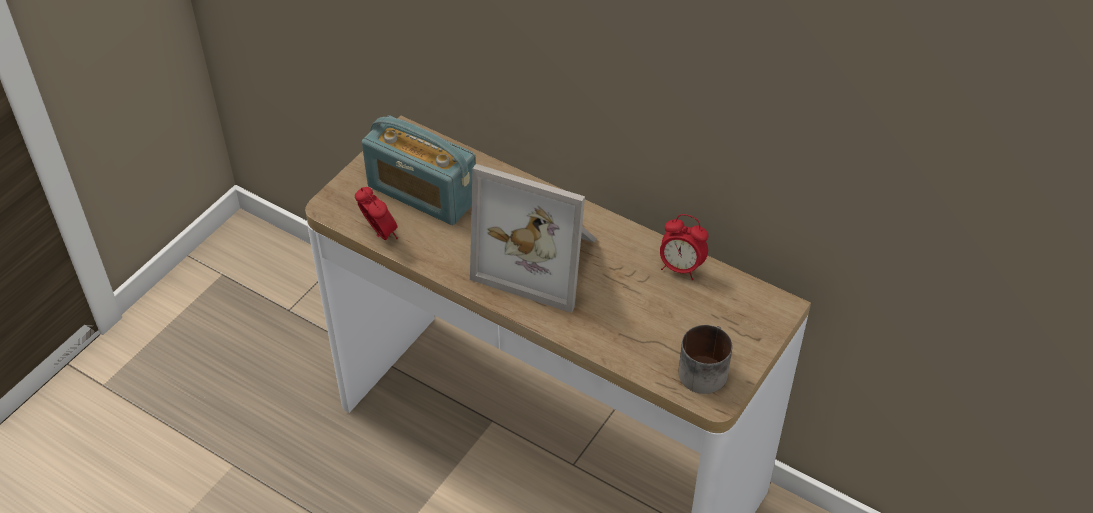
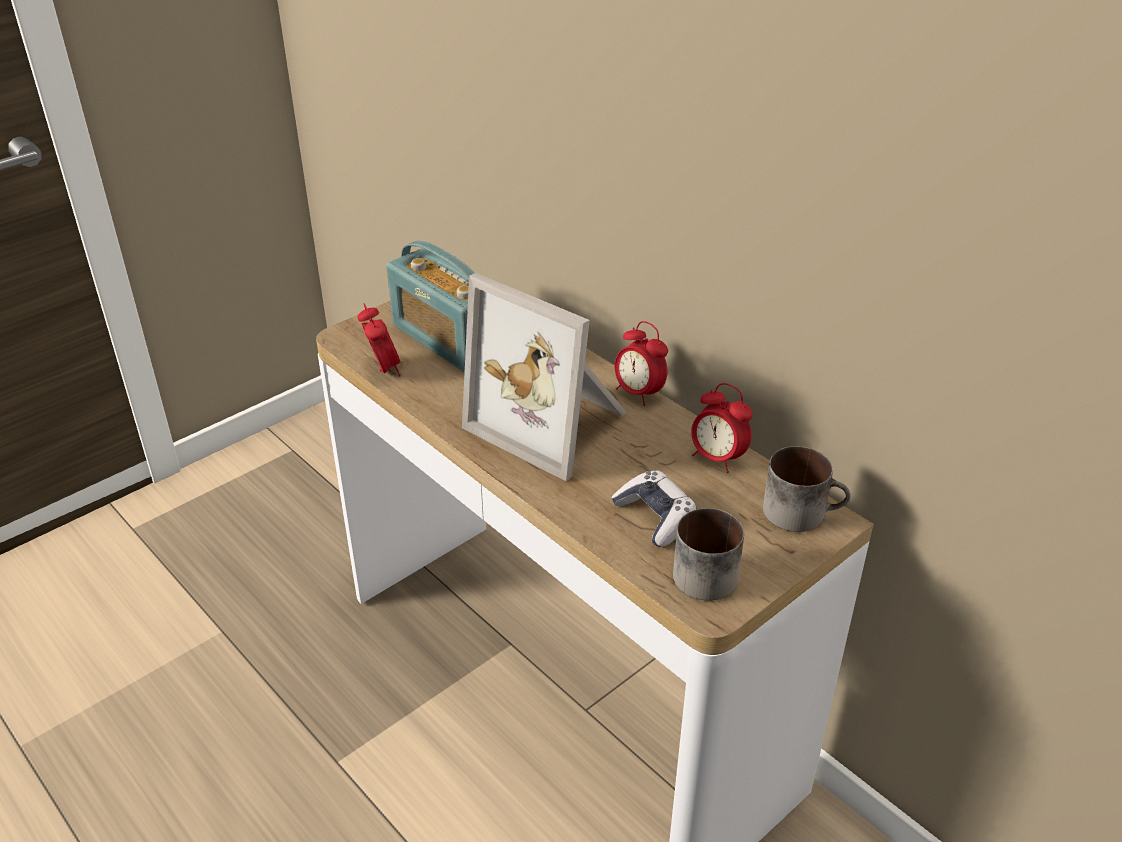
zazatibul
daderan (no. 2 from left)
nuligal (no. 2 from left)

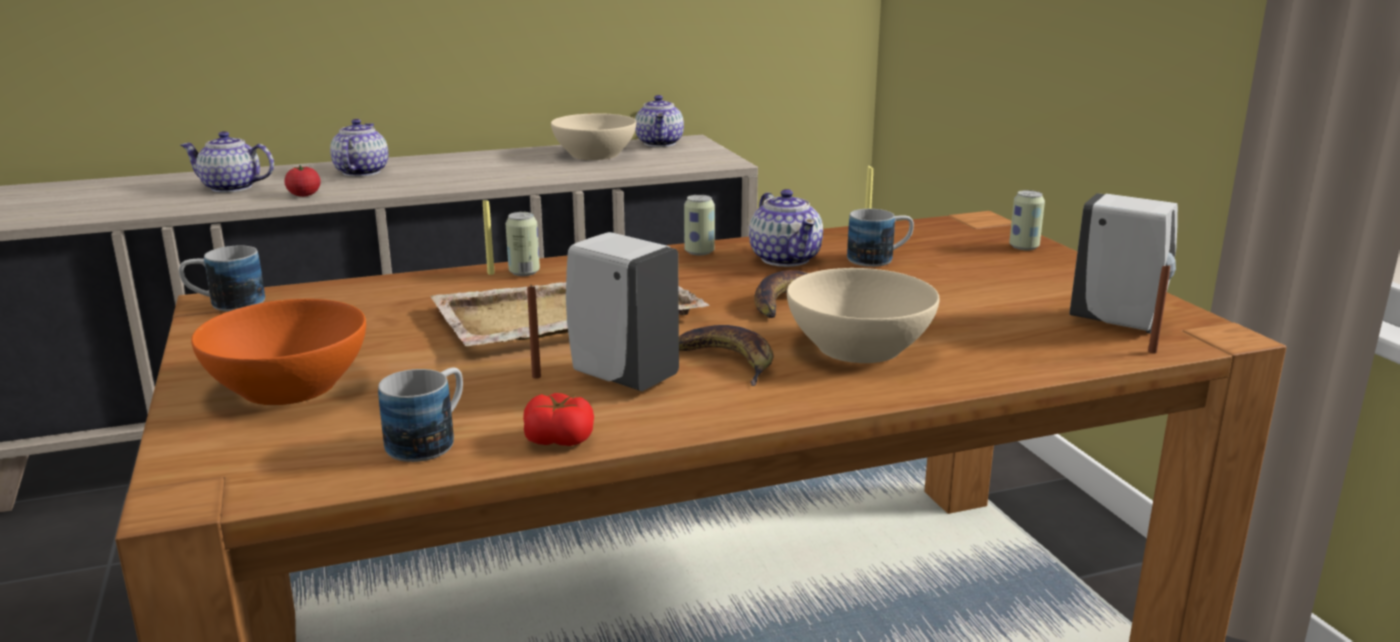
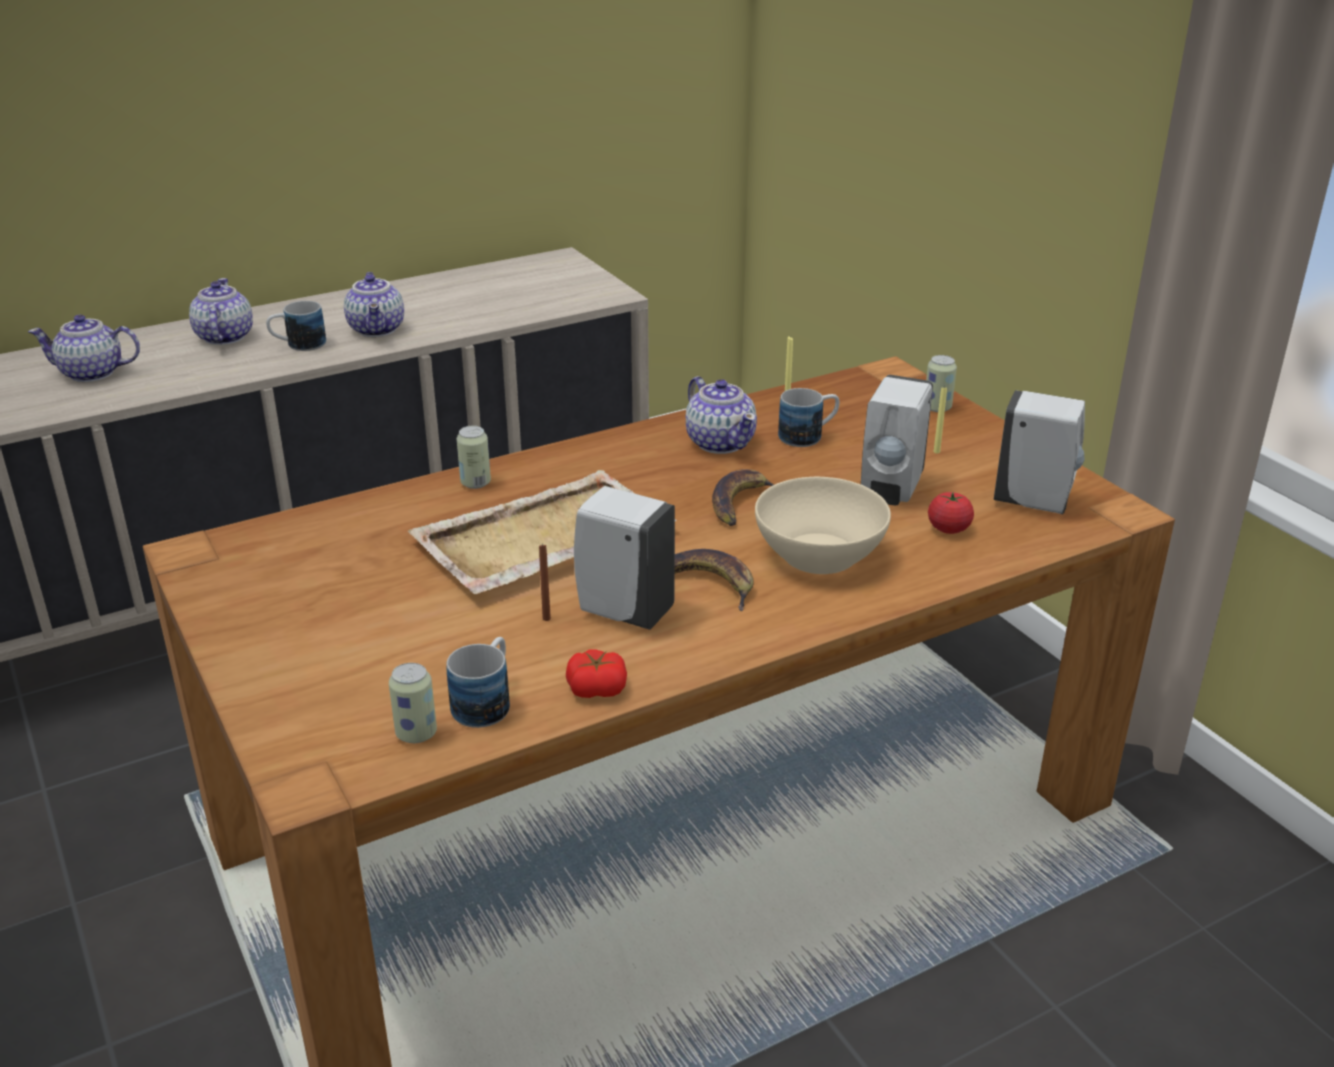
nuligal (no. 1 from left)
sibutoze (no. 3 from left)
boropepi (no. 1 from left)
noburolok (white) (no. 2 from left)
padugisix (no. 2 from left)
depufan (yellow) (no. 2 from left)
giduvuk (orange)
giduvuk (beige) (no. 1 from left in the first image)
depufan (brown) (no. 2 from left in the first image)

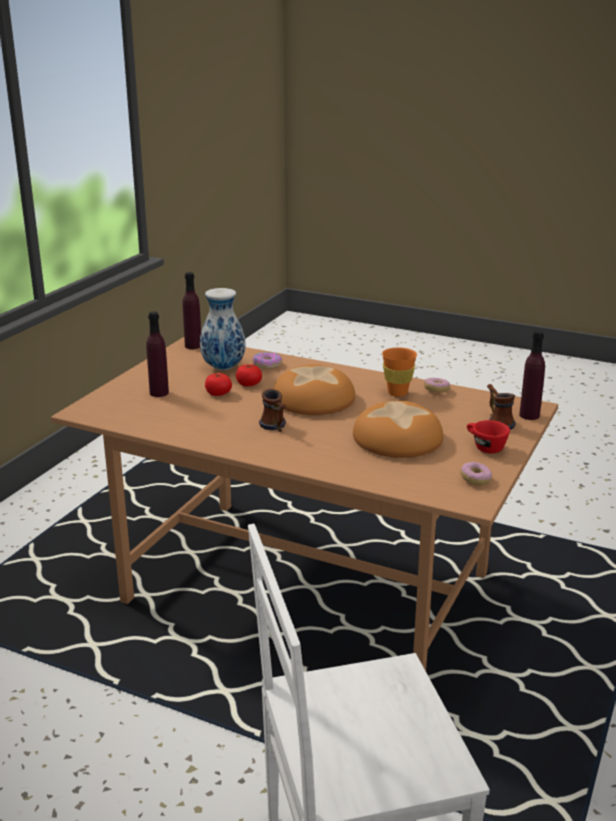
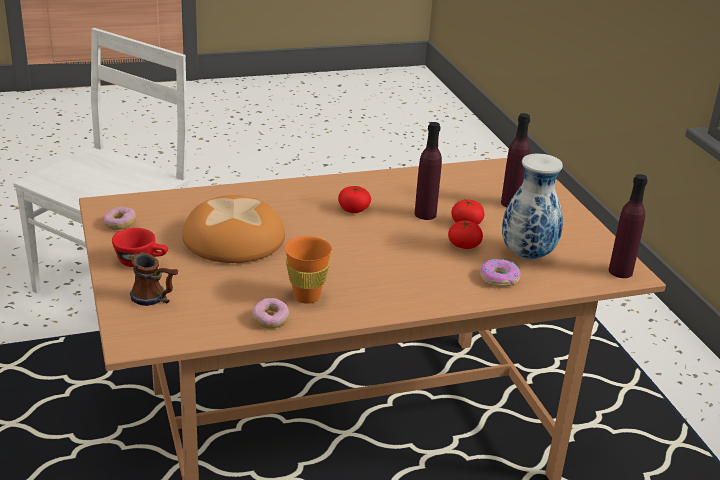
padugisix (no. 1 from left)
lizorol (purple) (no. 1 from left)
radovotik (no. 1 from left in the first image)

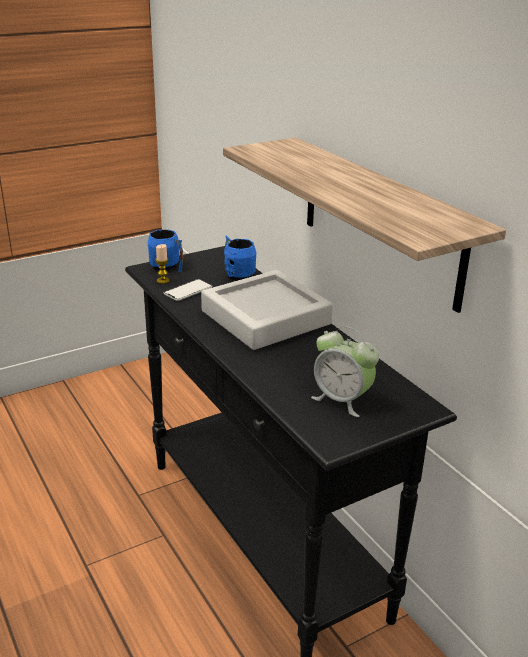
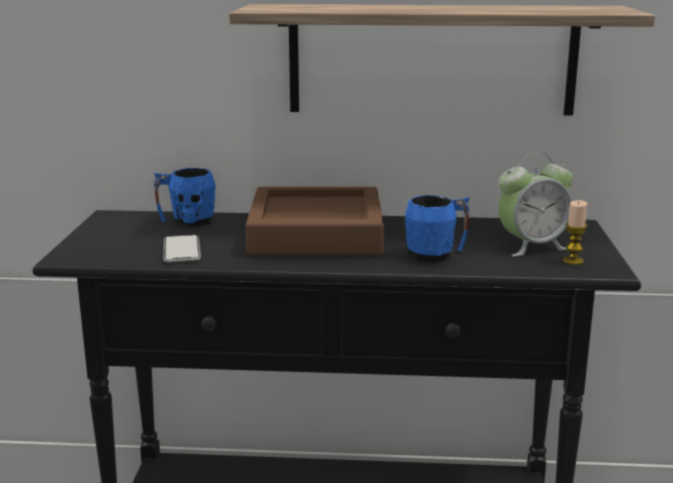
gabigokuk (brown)
nuligal (blue) (no. 2 from left)
depufan

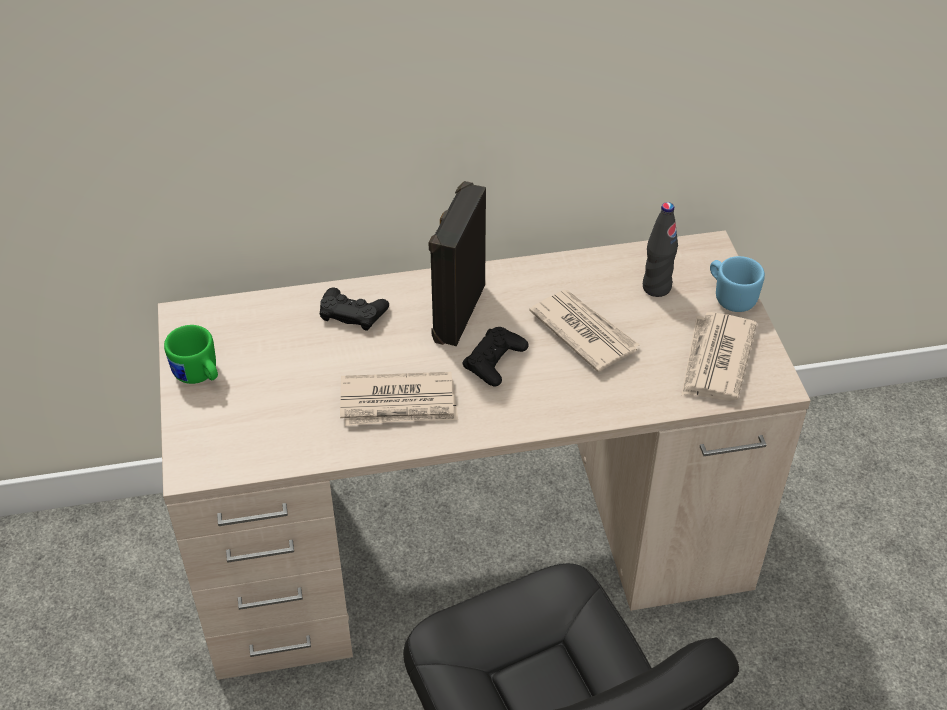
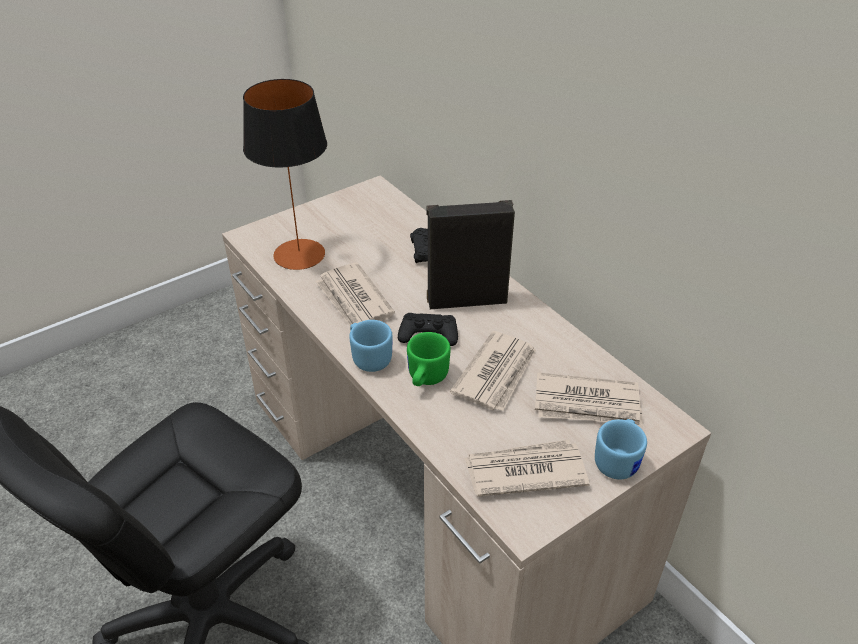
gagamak
nuligal (blue) (no. 1 from left)
nuligal (green)
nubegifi (no. 4 from left)

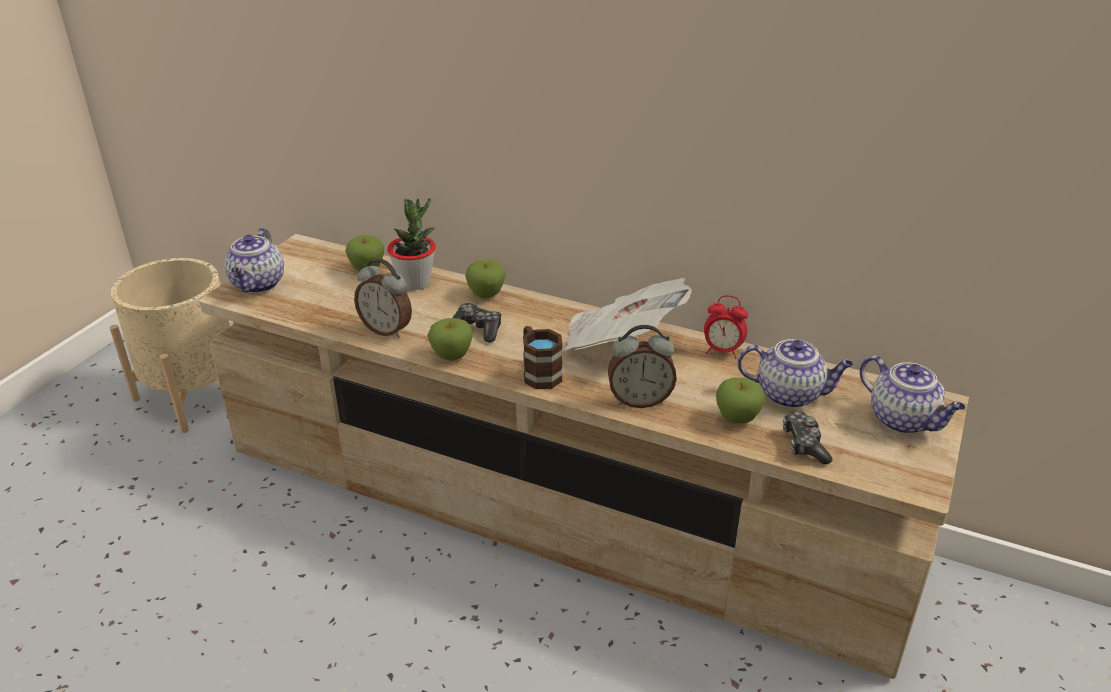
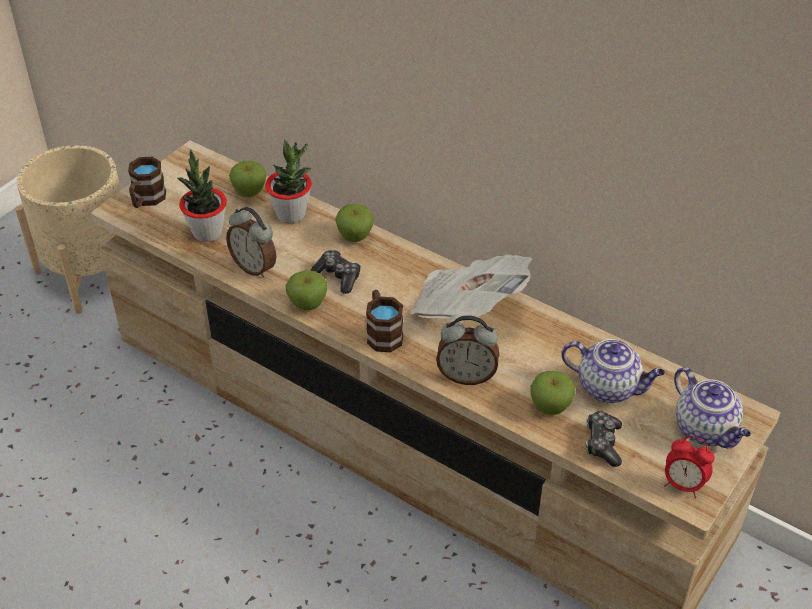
nuligal (brown) (no. 1 from left)
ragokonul (no. 1 from left)
daderan (no. 3 from left)

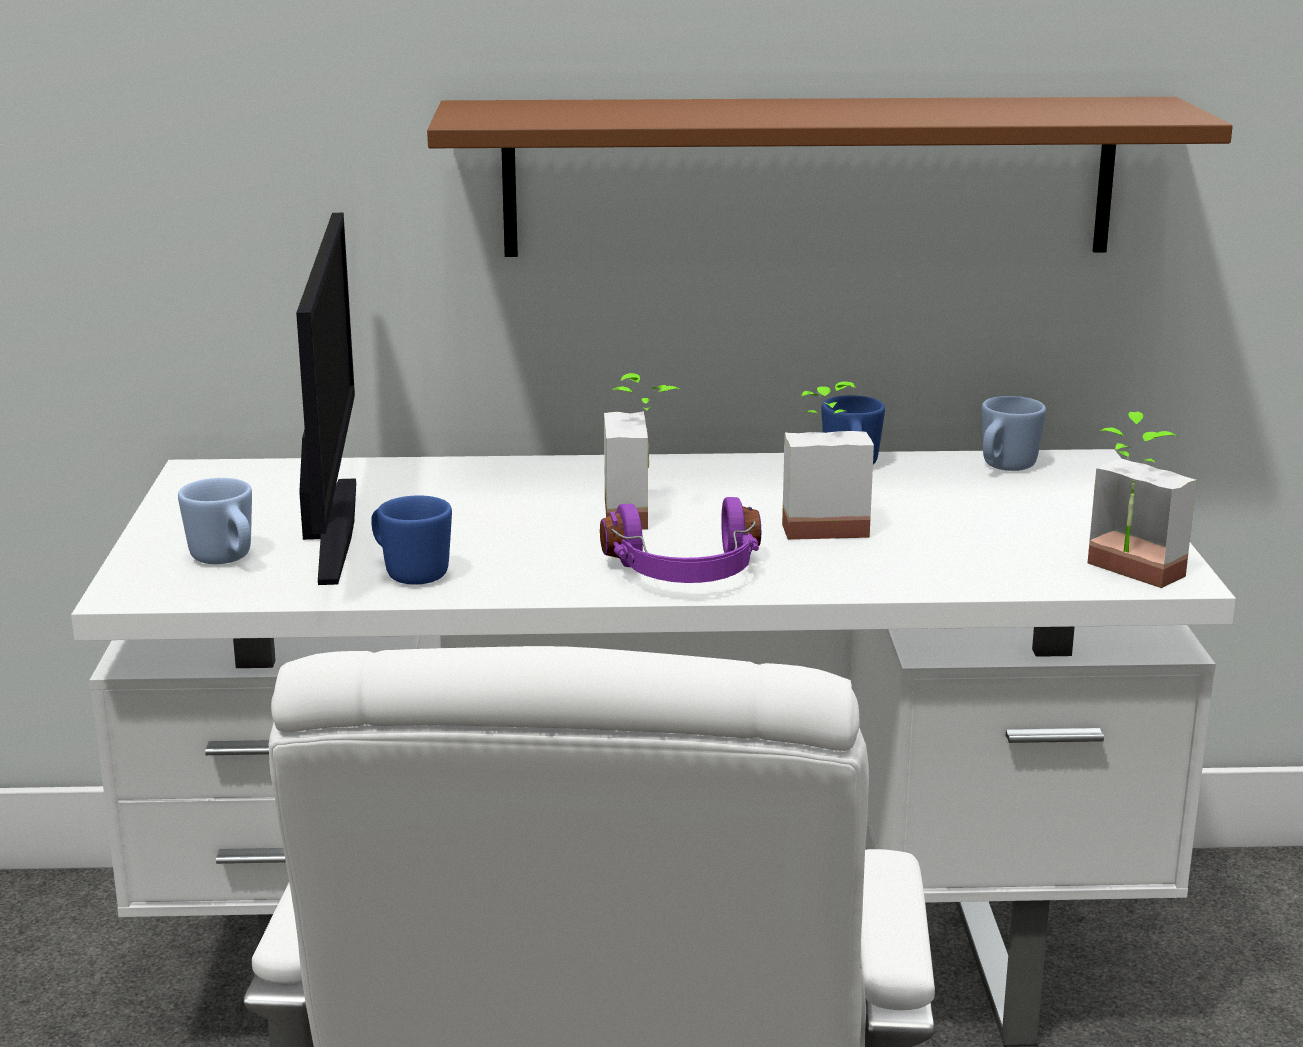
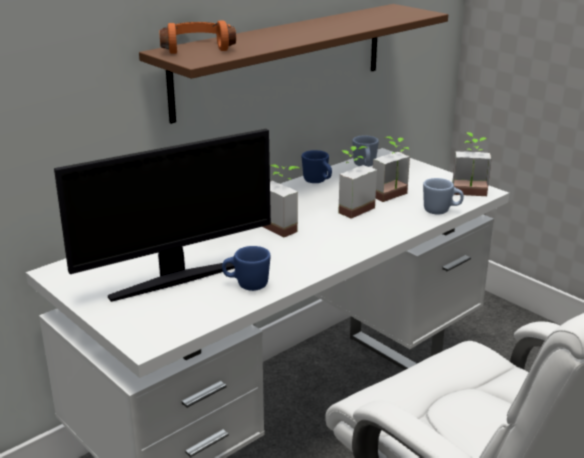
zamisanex
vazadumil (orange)
ragokonul (no. 3 from left)
nuligal (blue) (no. 4 from left)
vazadumil (purple)

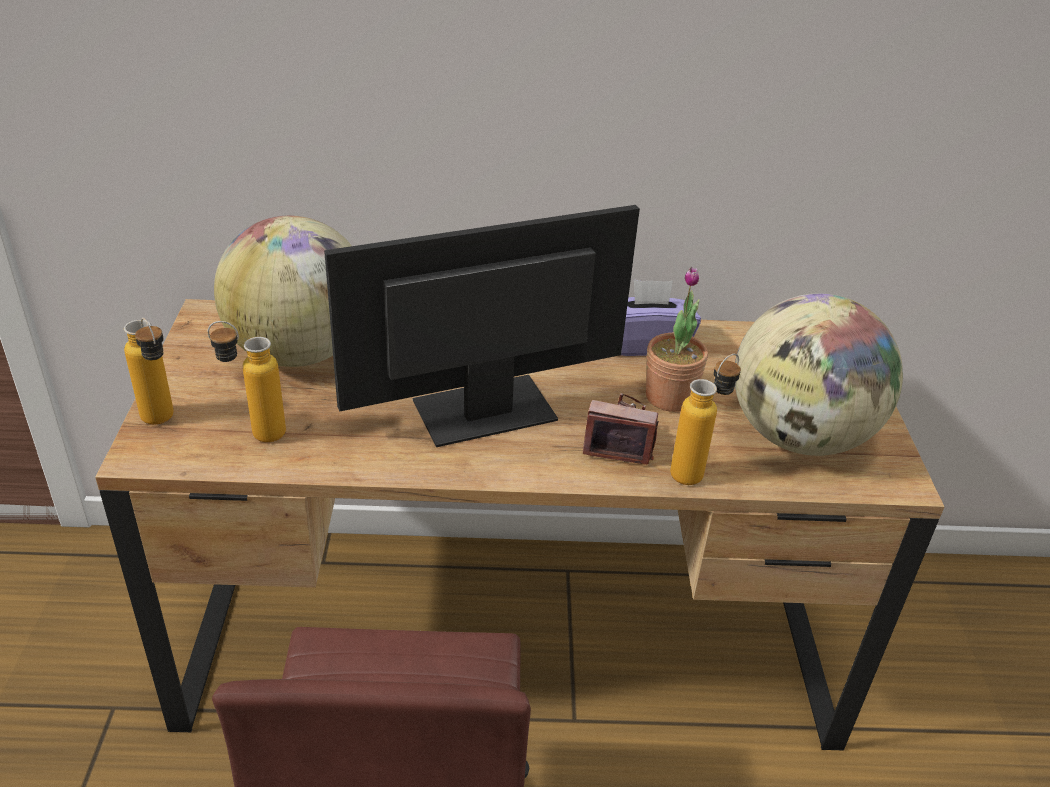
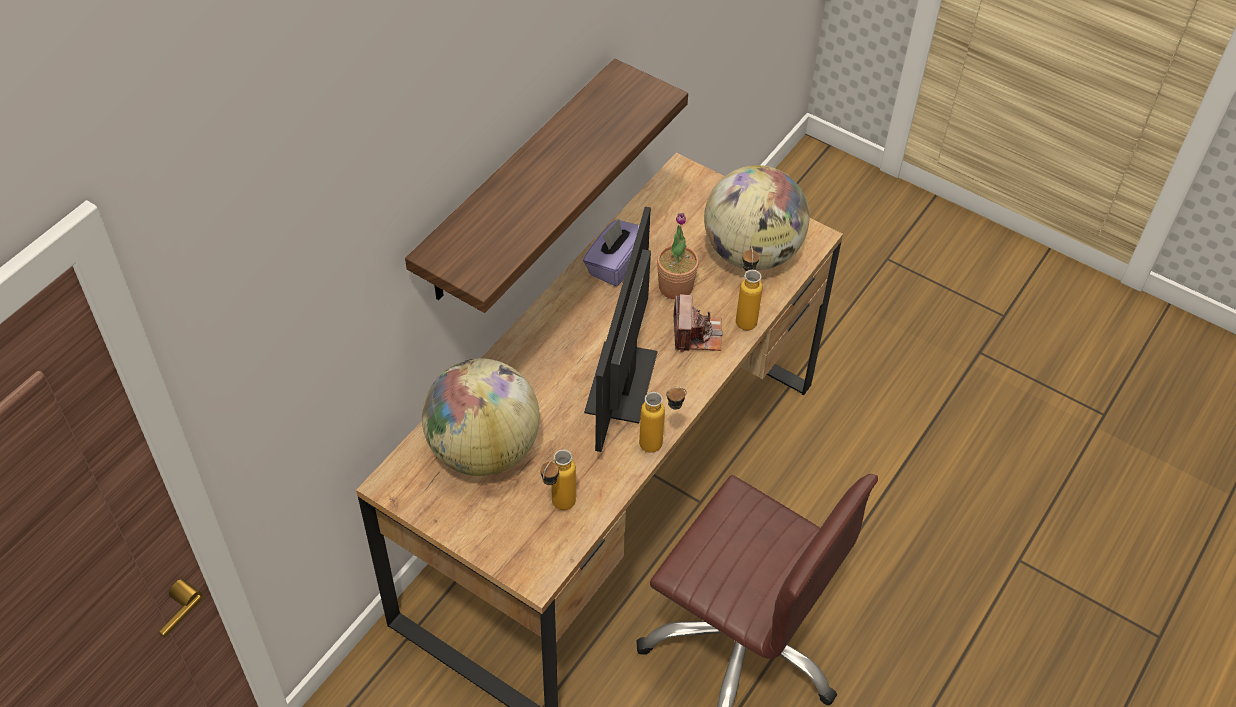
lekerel
lizorol (no. 2 from left)
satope

